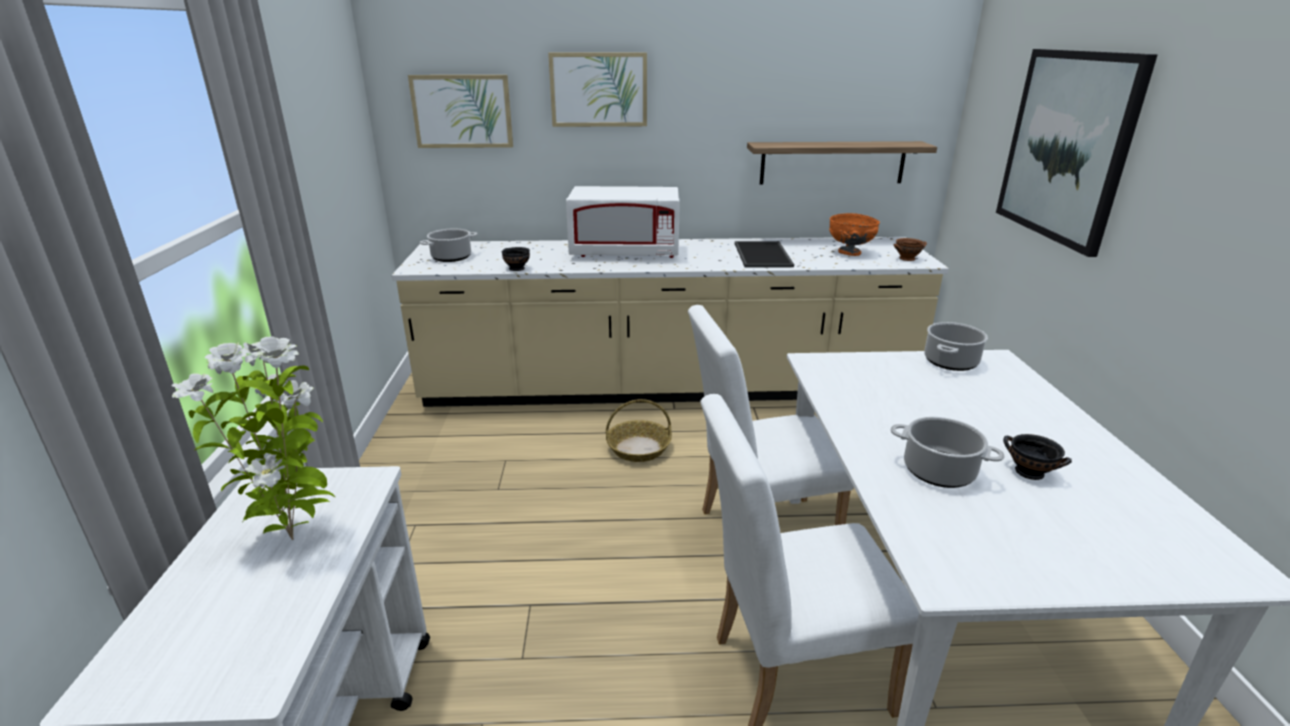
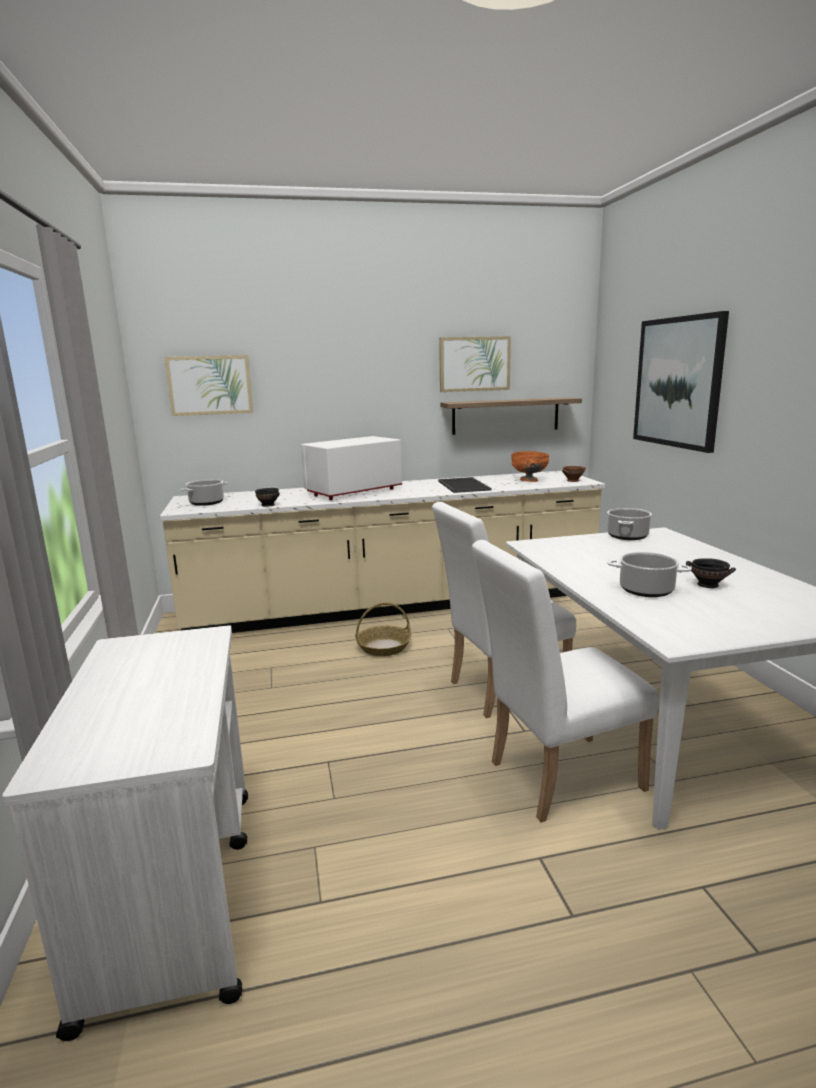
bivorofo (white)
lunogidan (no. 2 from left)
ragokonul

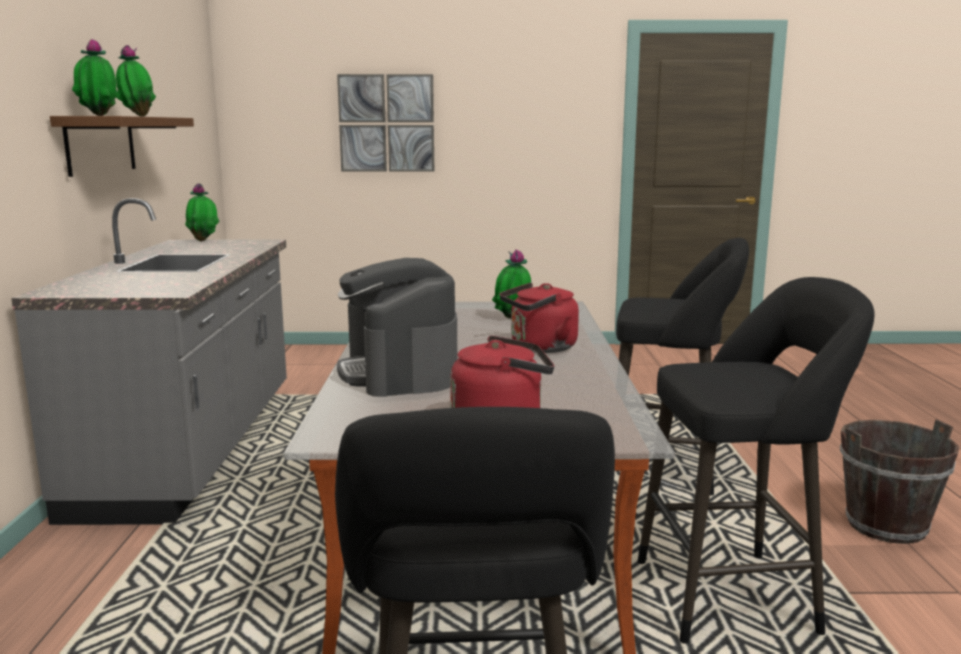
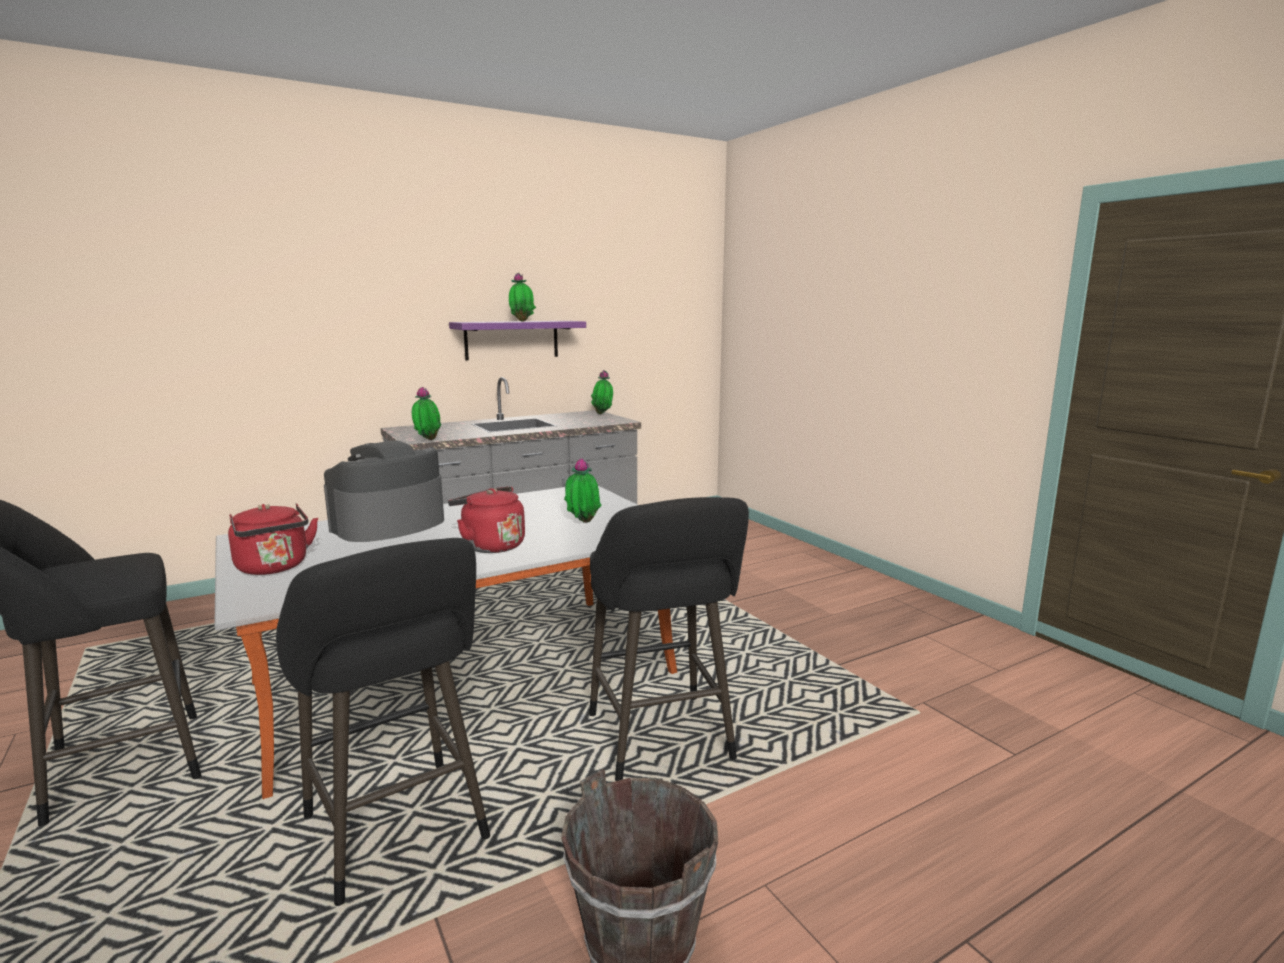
ragokonul (no. 1 from left)
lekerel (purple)
lunogidan

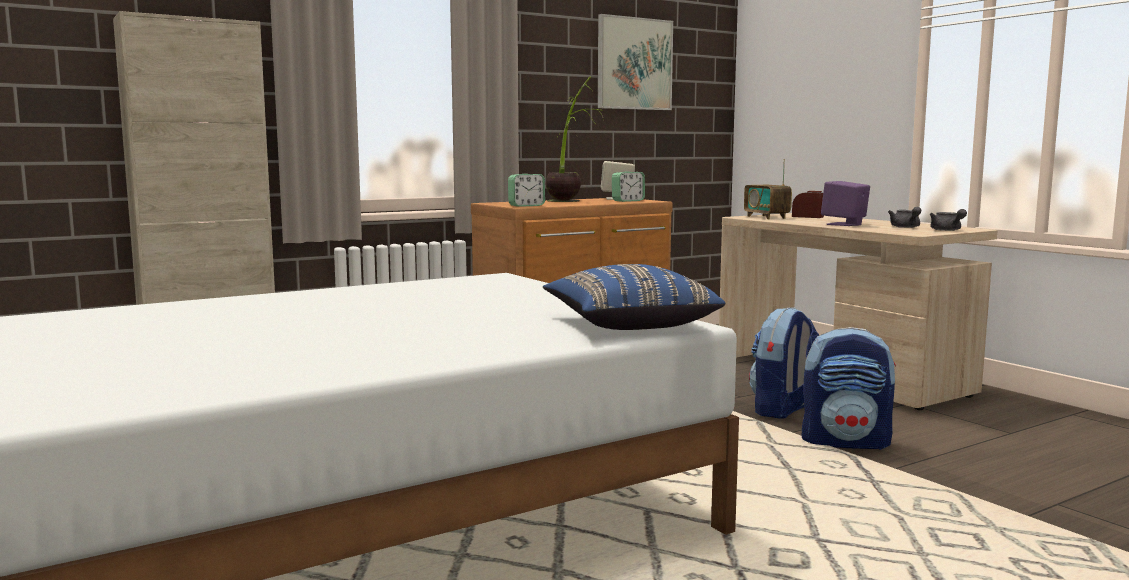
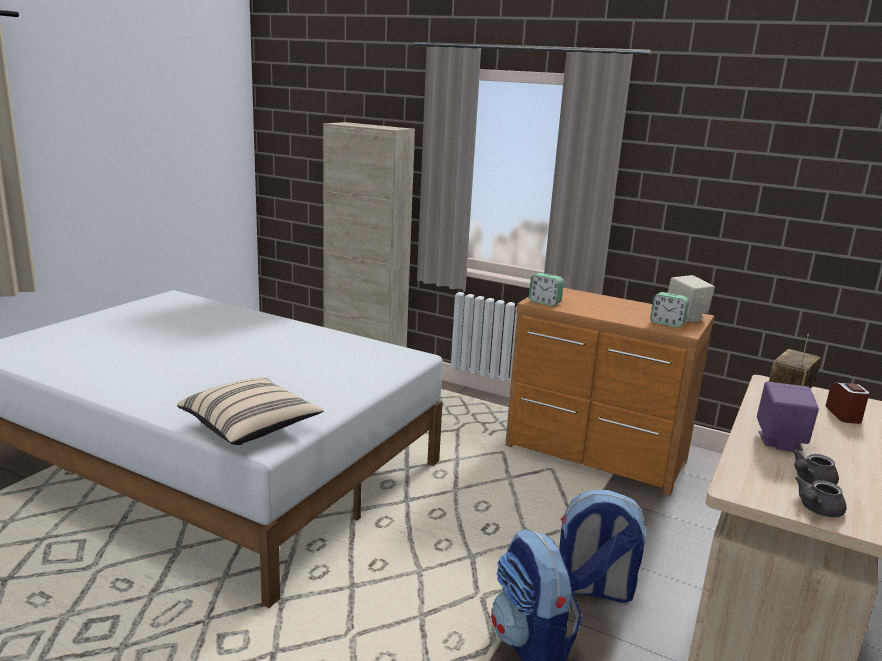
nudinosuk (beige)
ragokonul
lunogidan

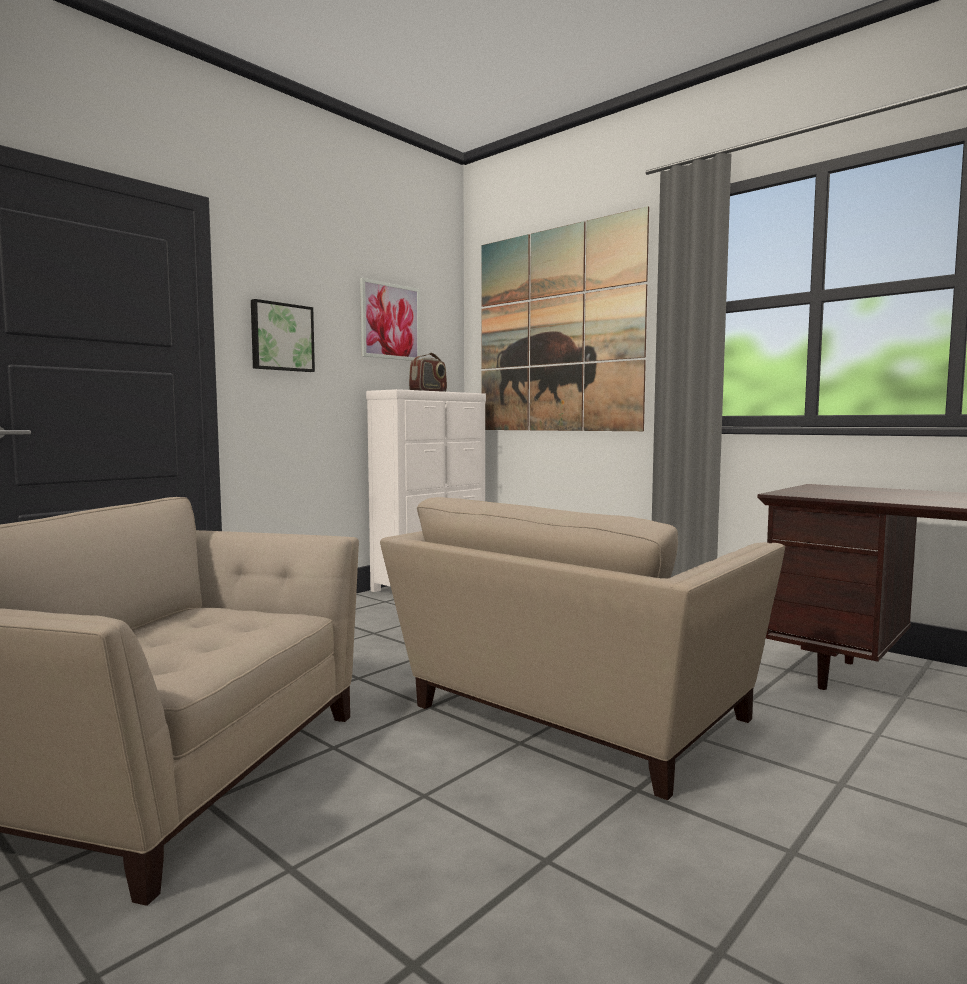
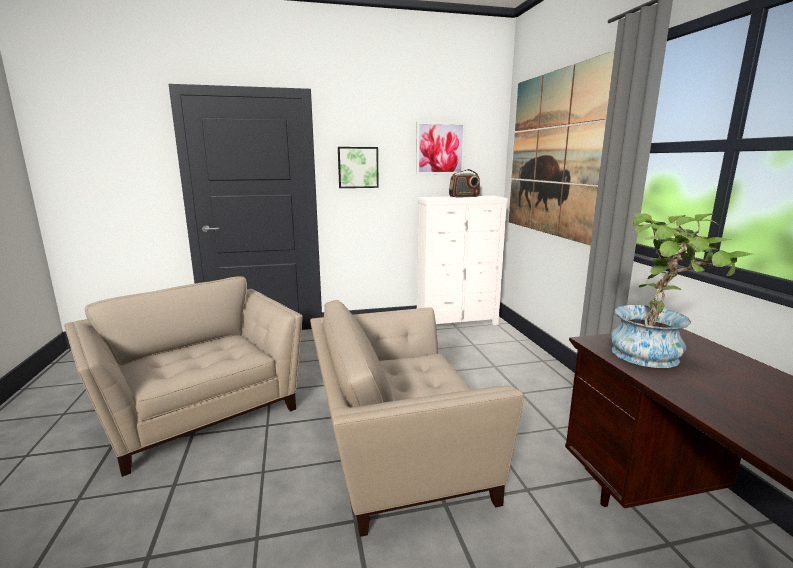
ragokonul

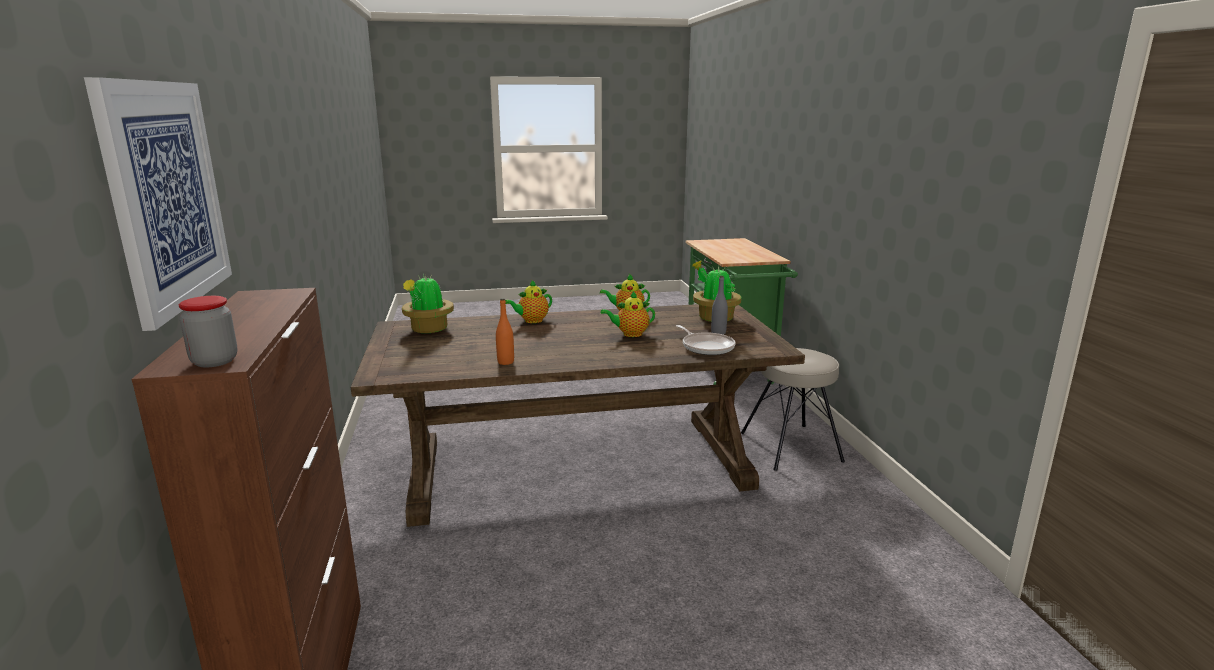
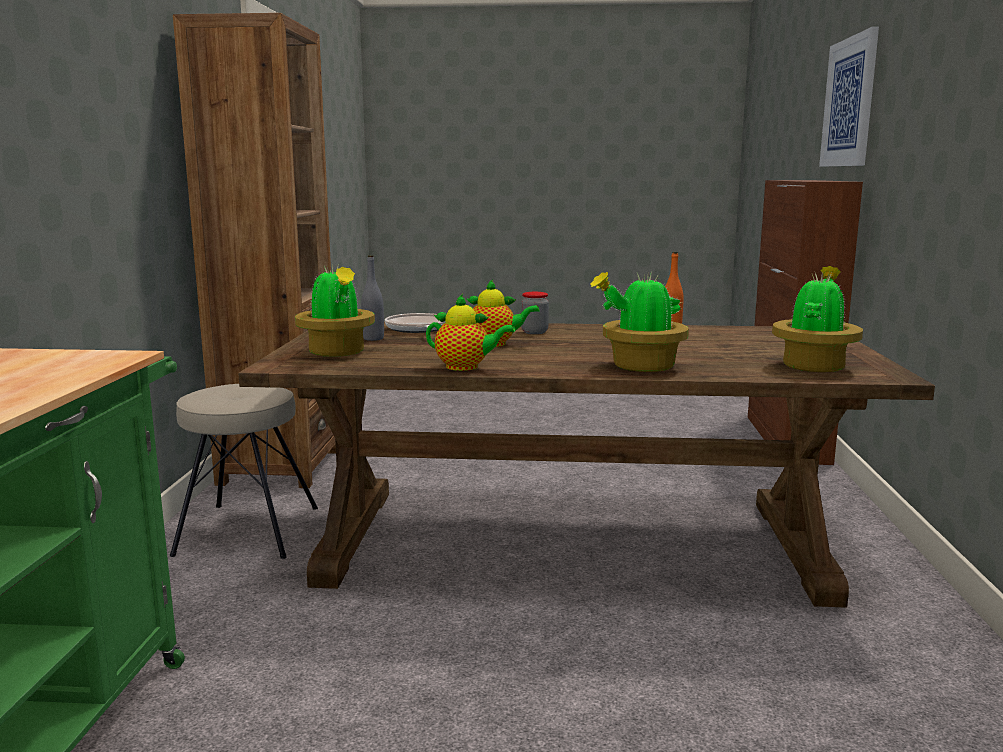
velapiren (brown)
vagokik
ragokonul (no. 2 from left)

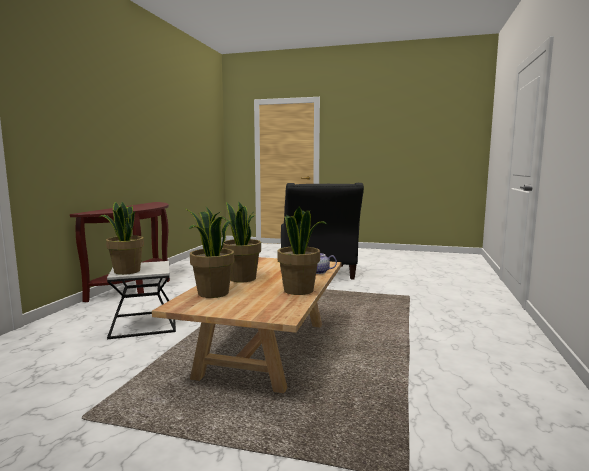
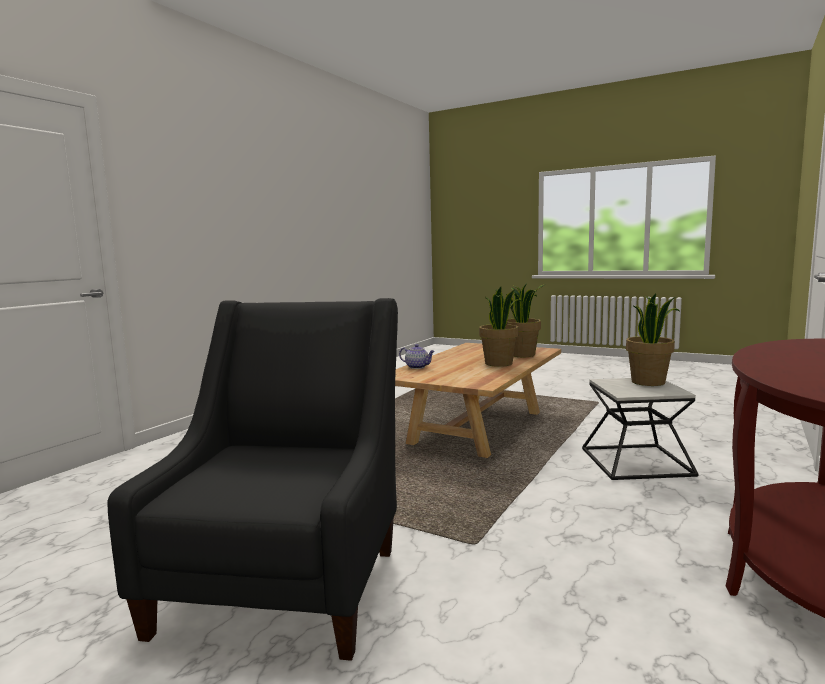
ragokonul (no. 4 from left in the first image)

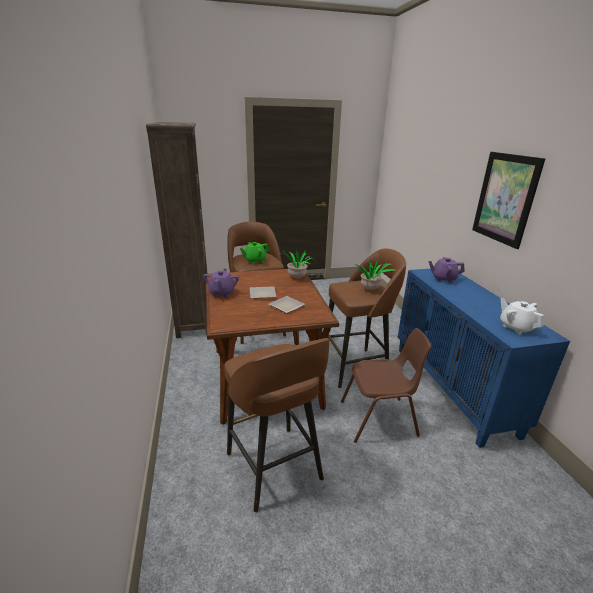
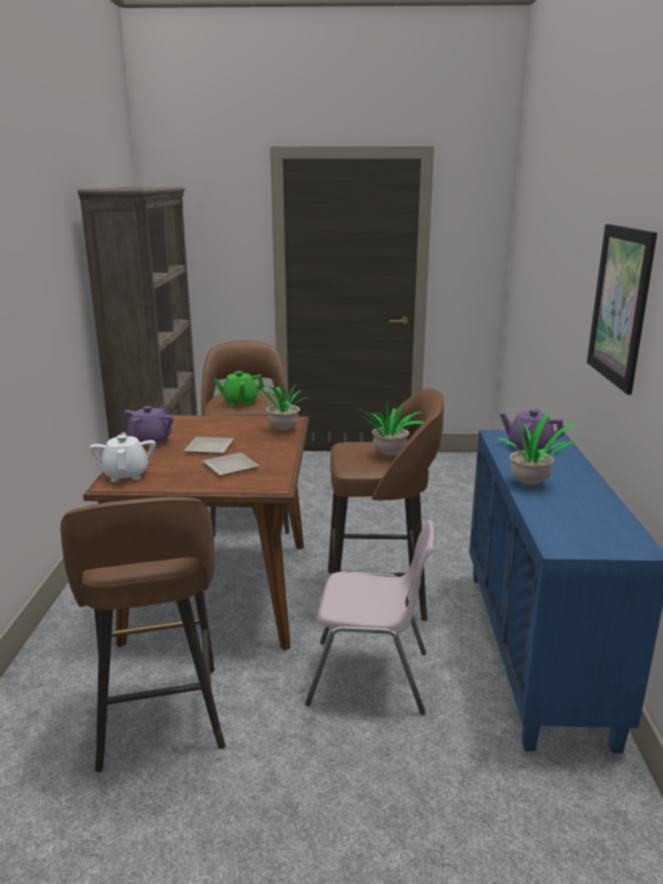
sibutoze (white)
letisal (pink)
ragokonul (no. 3 from left)

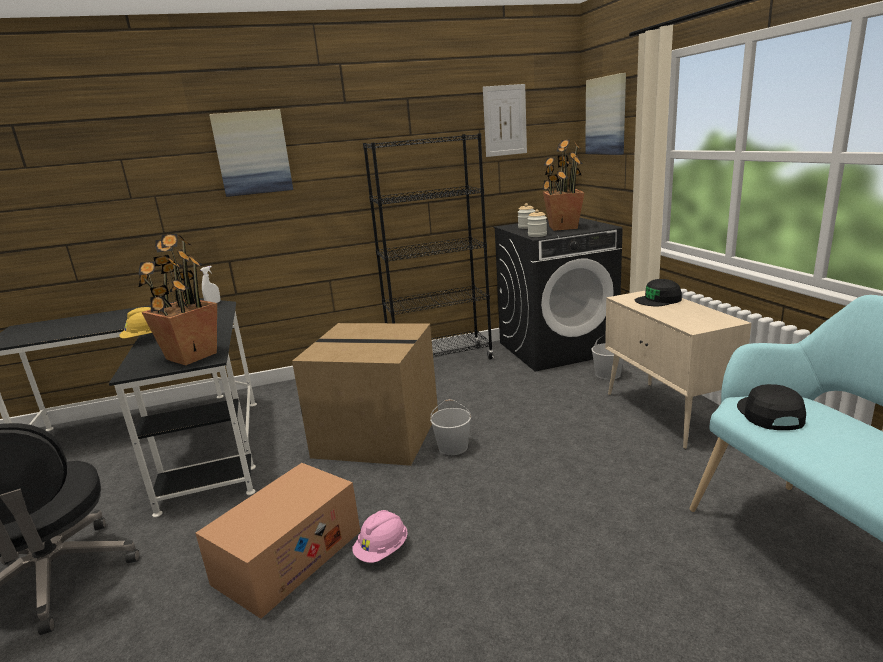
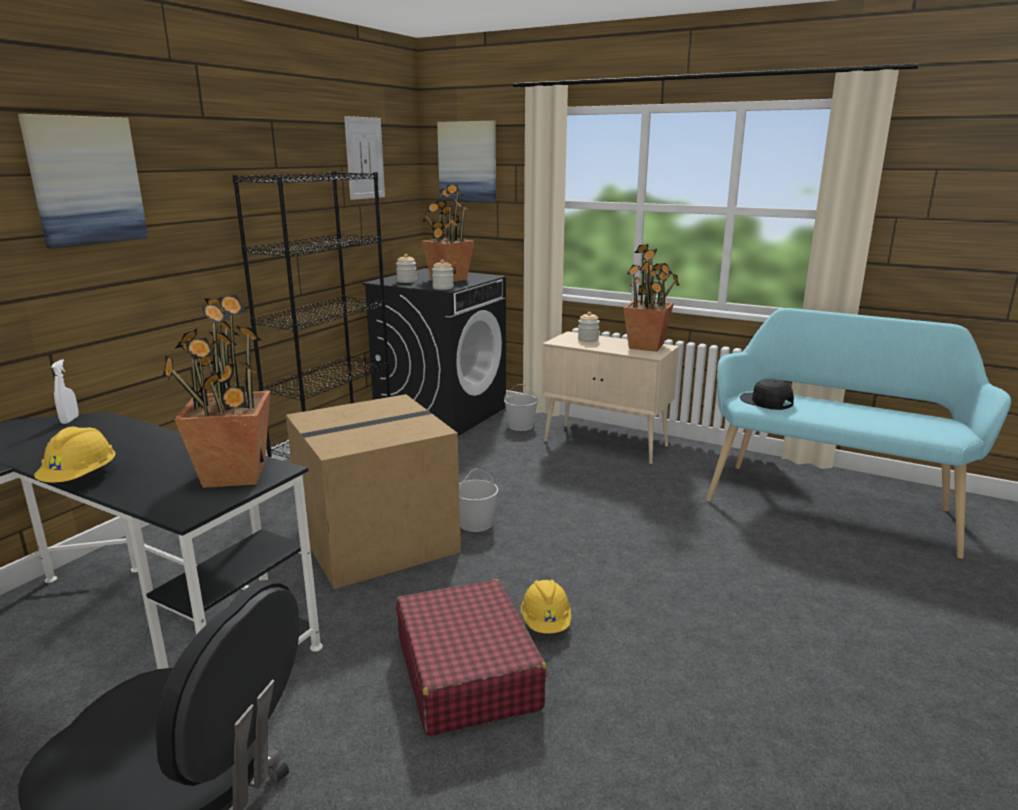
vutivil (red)
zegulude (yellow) (no. 2 from left)
vagokik (no. 3 from left)
ragokonul (no. 3 from left)

